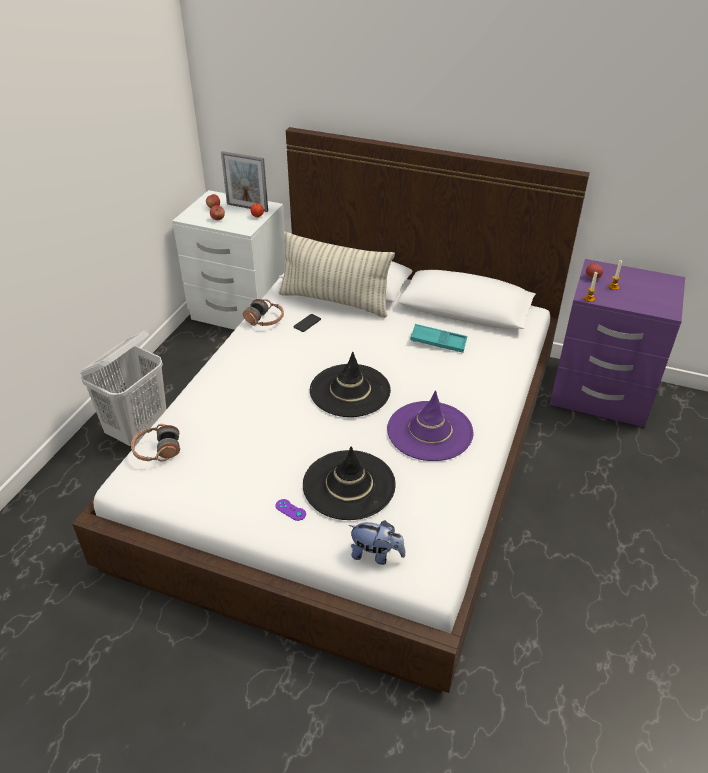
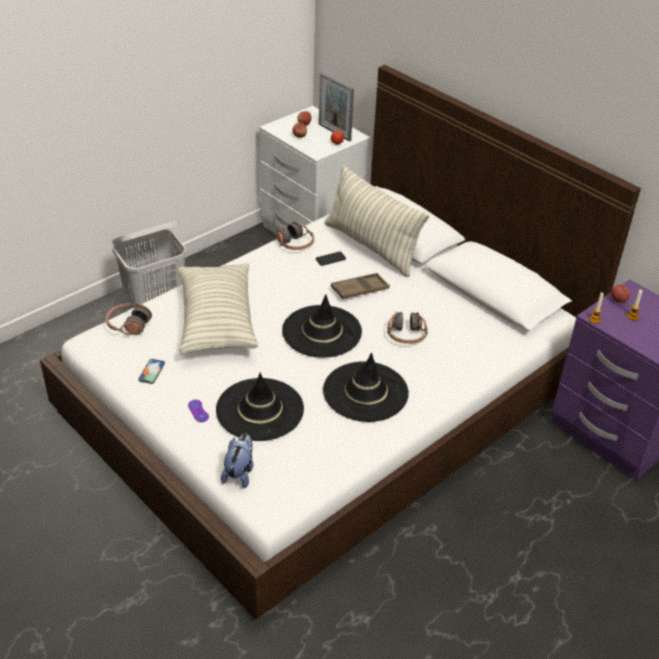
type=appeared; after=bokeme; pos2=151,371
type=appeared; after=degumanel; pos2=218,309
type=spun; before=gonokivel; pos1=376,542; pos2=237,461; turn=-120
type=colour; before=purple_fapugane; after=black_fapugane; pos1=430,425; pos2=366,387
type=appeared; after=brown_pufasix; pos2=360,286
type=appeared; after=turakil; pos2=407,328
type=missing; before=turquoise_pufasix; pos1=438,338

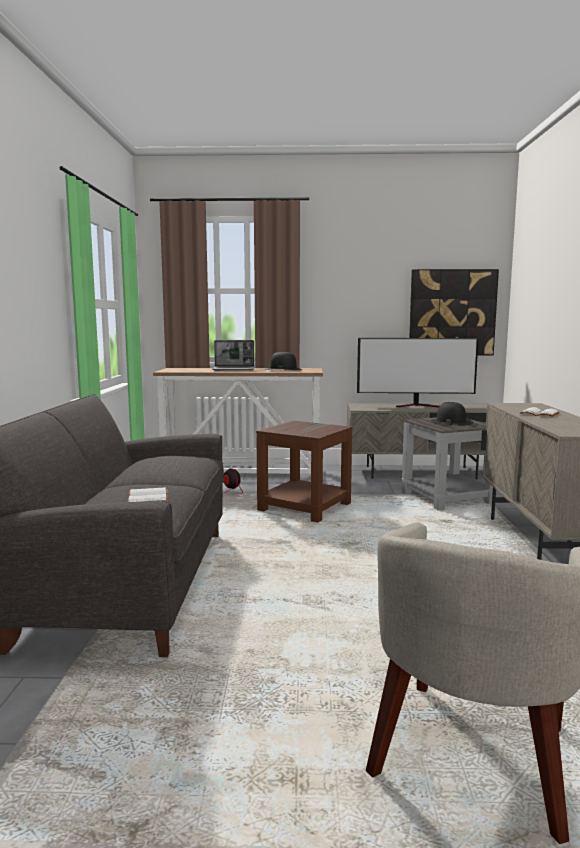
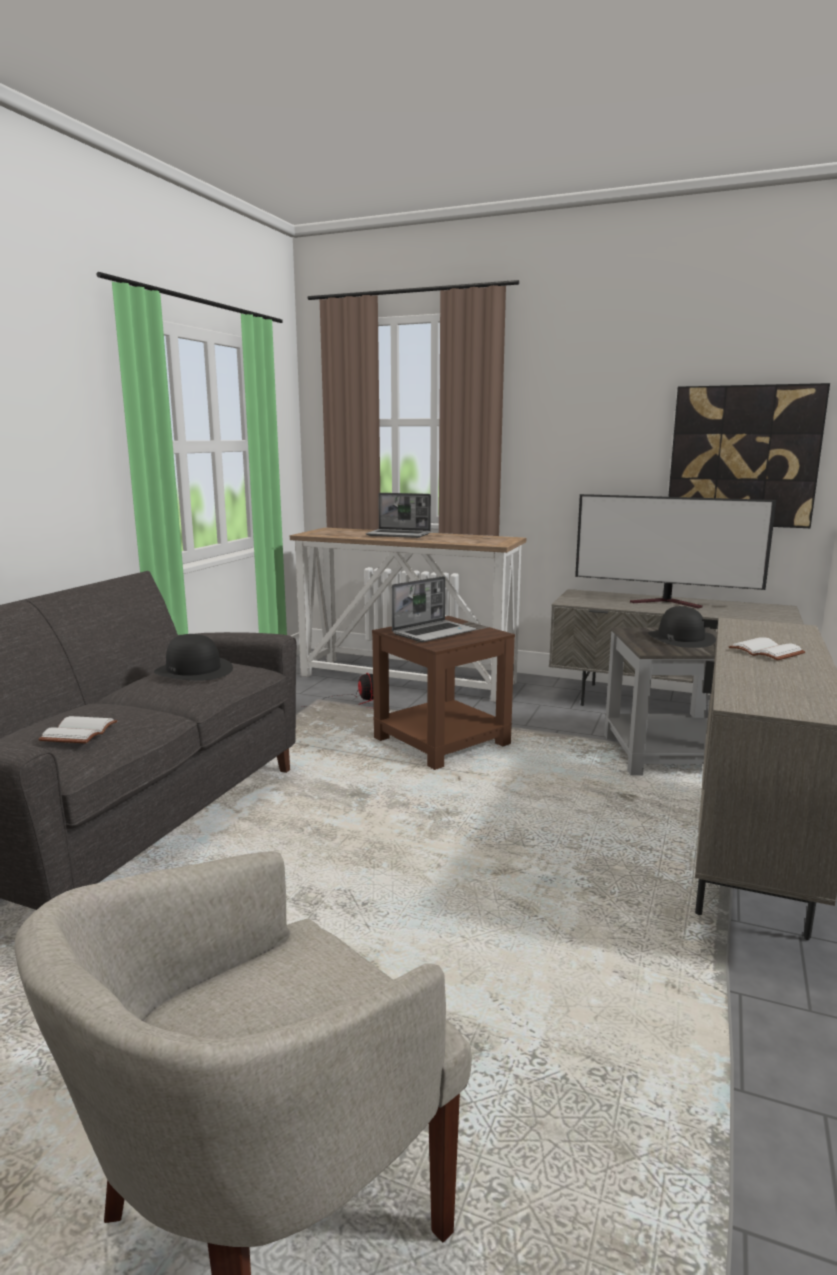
type=relocated; before=black_fapugane; pos1=283,361; pos2=193,657
type=appeared; after=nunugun; pos2=434,609

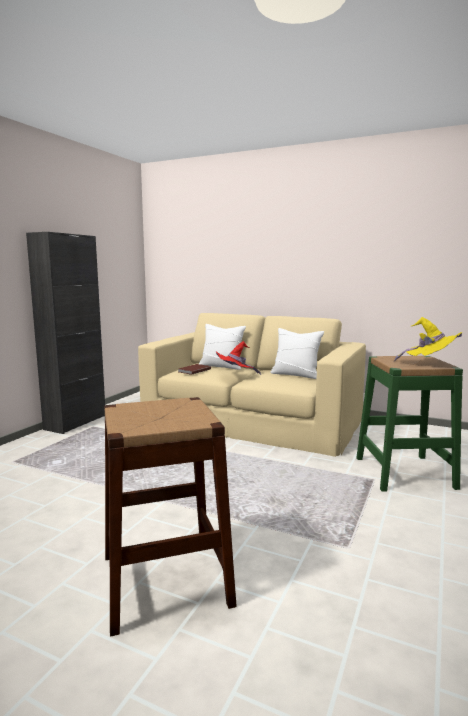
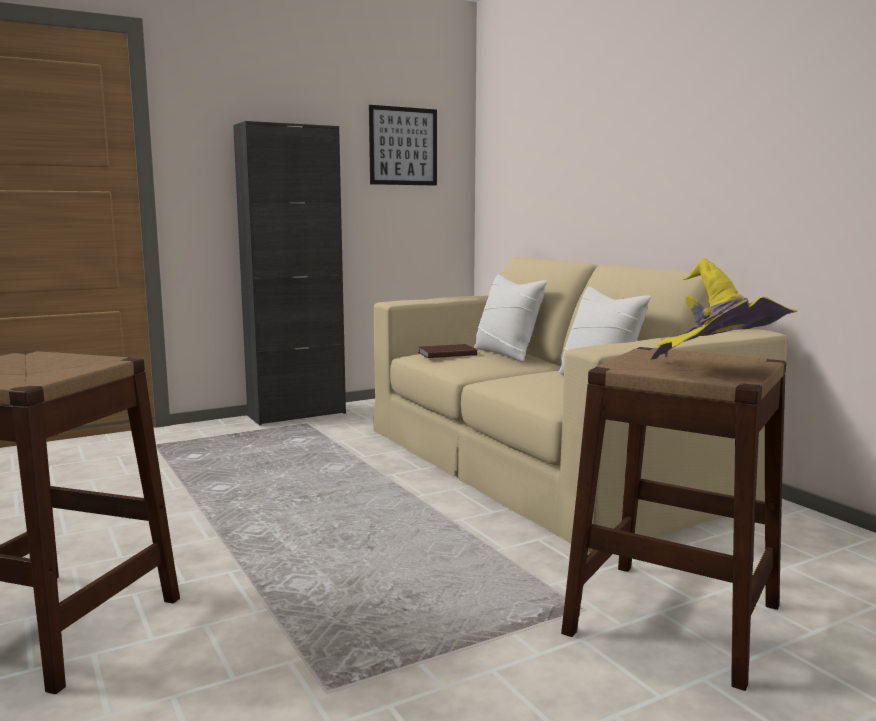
type=appeared; after=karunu; pos2=403,145
type=colour; before=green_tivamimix; after=brown_tivamimix; pos1=409,424; pos2=673,519
type=missing; before=red_fapugane; pos1=238,358

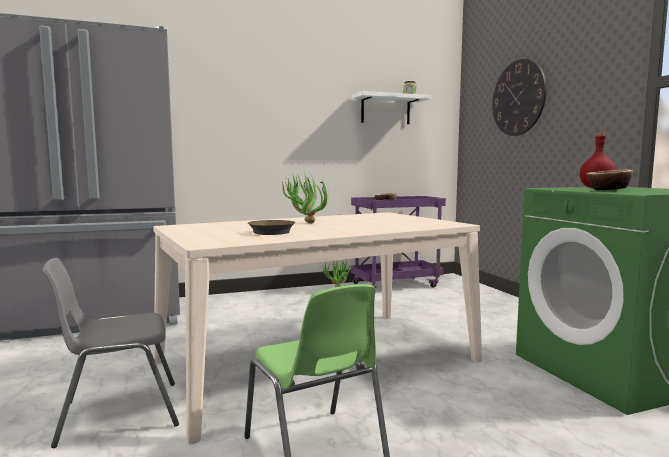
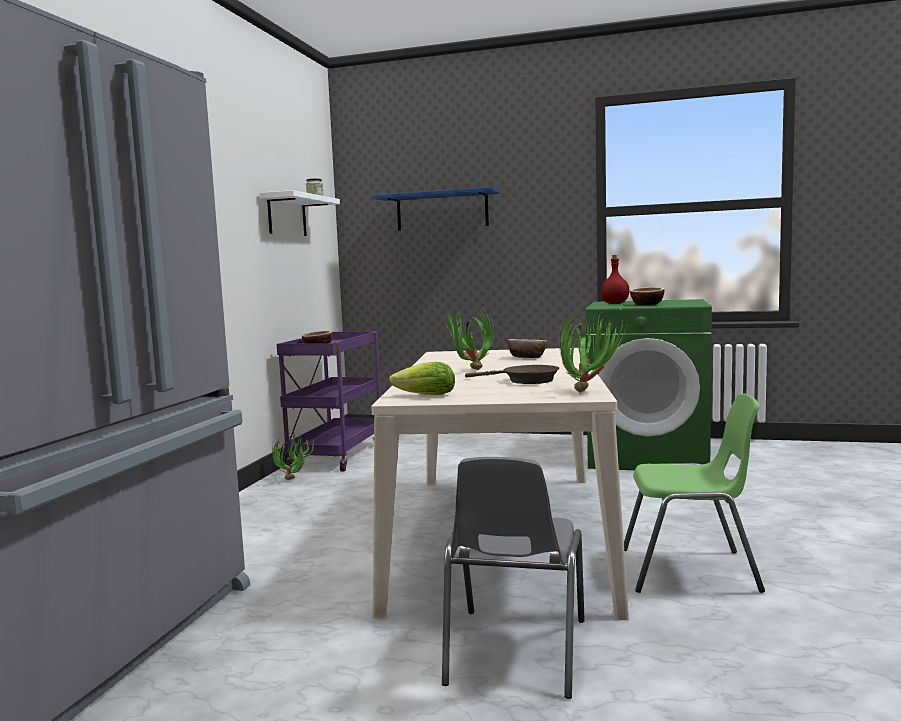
type=exchanged; before=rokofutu; after=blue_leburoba; pos1=519,97; pos2=436,209
type=appeared; after=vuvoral; pos2=422,378
type=appeared; after=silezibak; pos2=527,348
type=appeared; after=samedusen; pos2=593,353

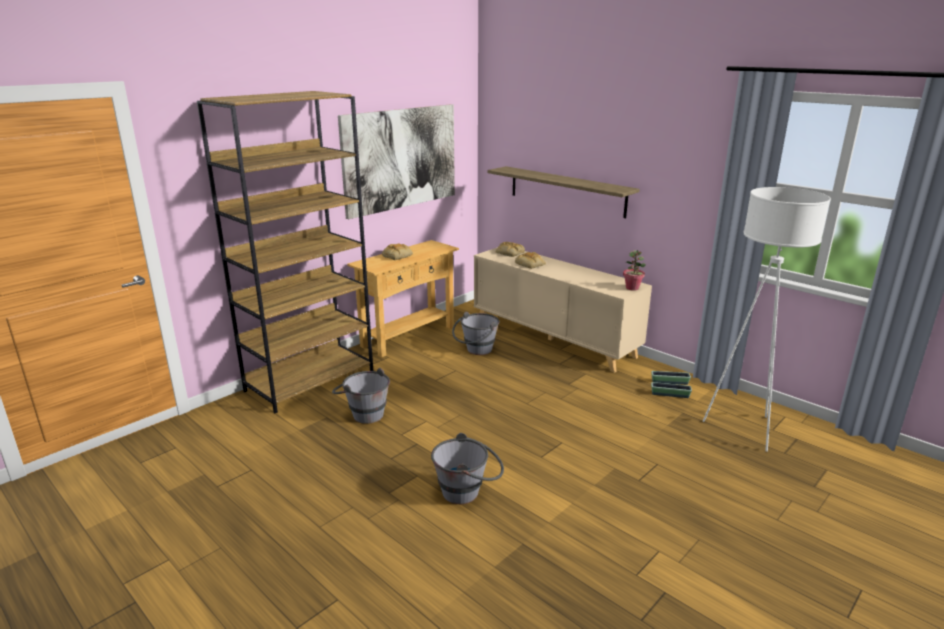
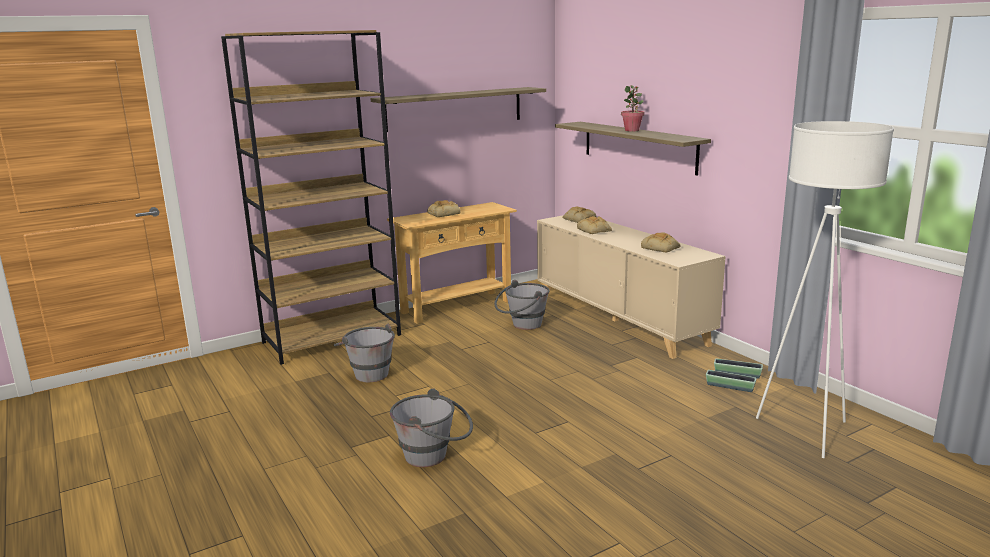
type=exchanged; before=karunu; after=leburoba; pos1=396,161; pos2=458,109
type=relocated; before=samedusen; pos1=634,270; pos2=633,108
type=appeared; after=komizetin; pos2=660,242

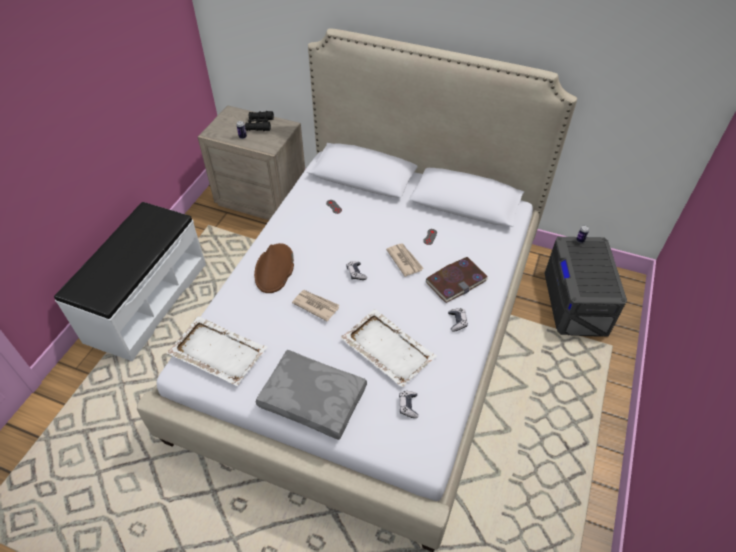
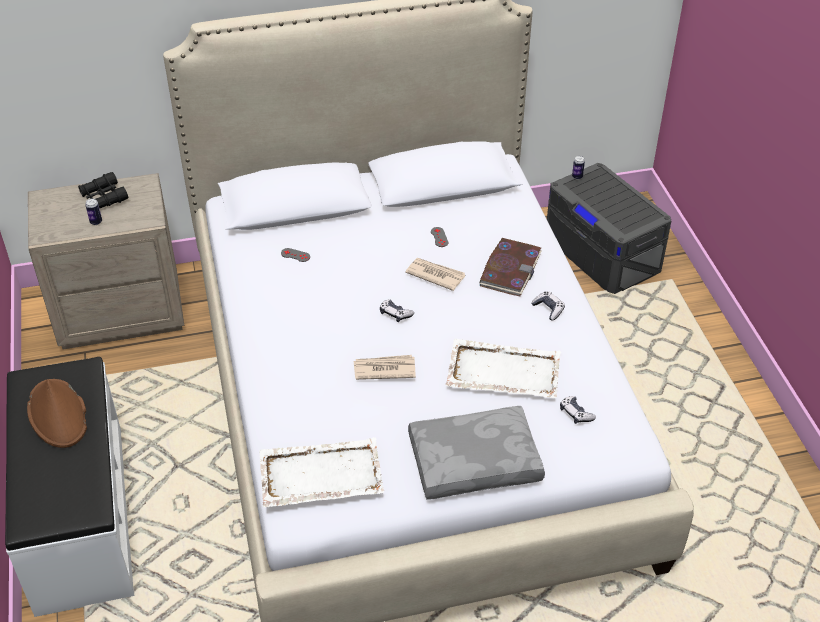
type=relocated; before=brown_fapugane; pos1=274,268; pos2=57,413

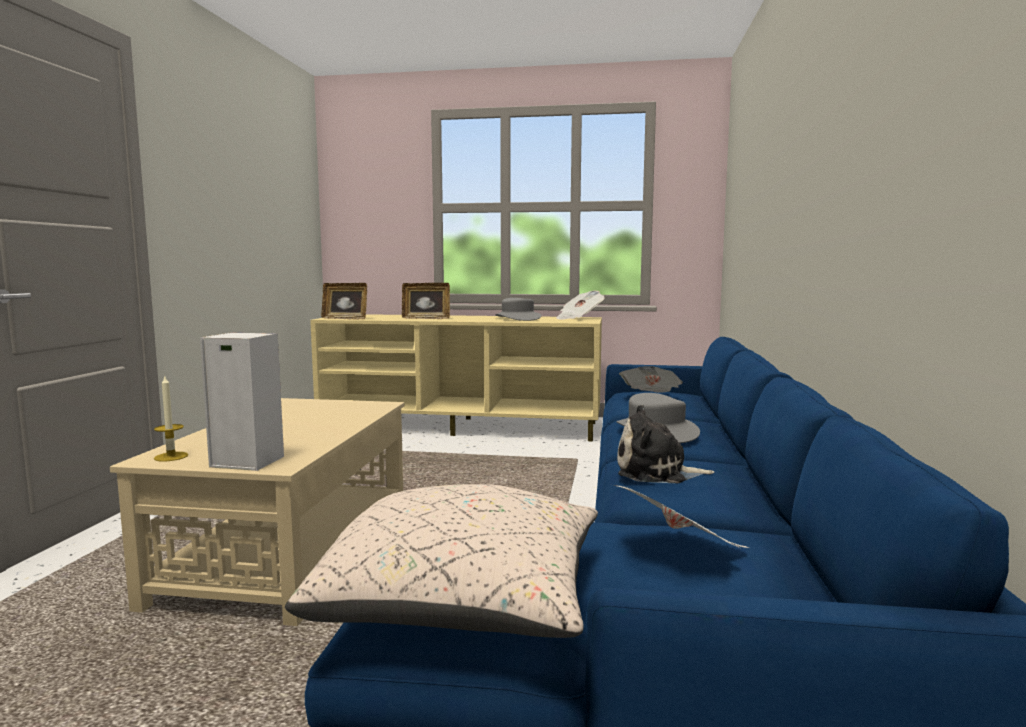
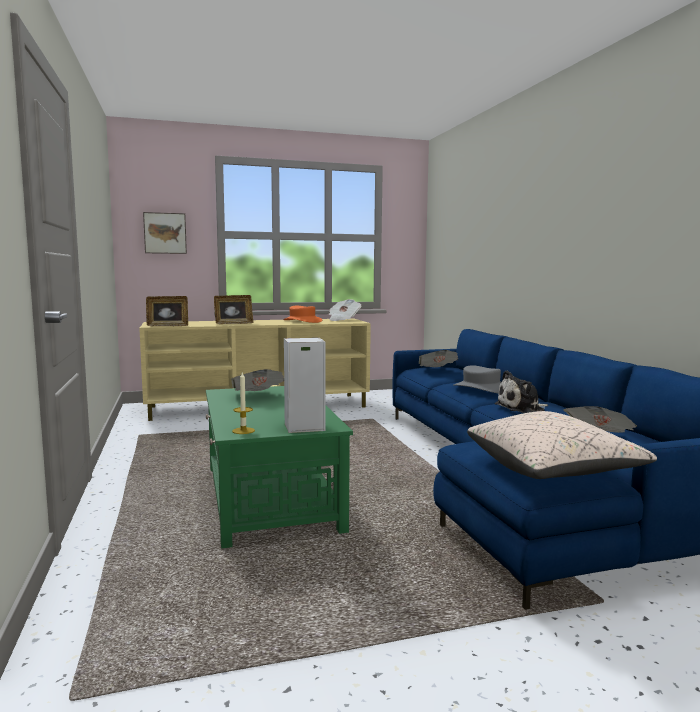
type=appeared; after=karunu; pos2=165,233
type=colour; before=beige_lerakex; after=green_lerakex; pos1=257,512; pos2=279,467
type=appeared; after=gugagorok; pos2=257,380
type=colour; before=grey_fapugane; after=orange_fapugane; pos1=518,309; pos2=302,314

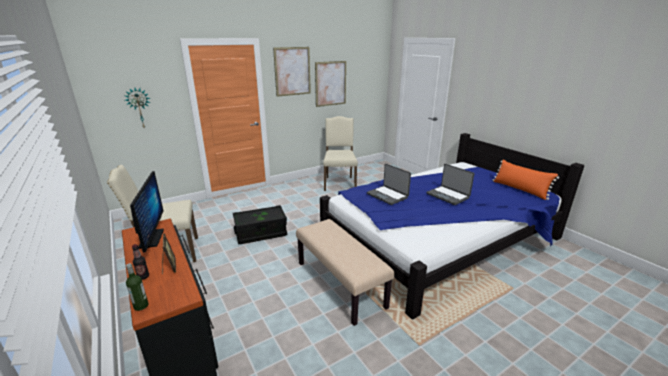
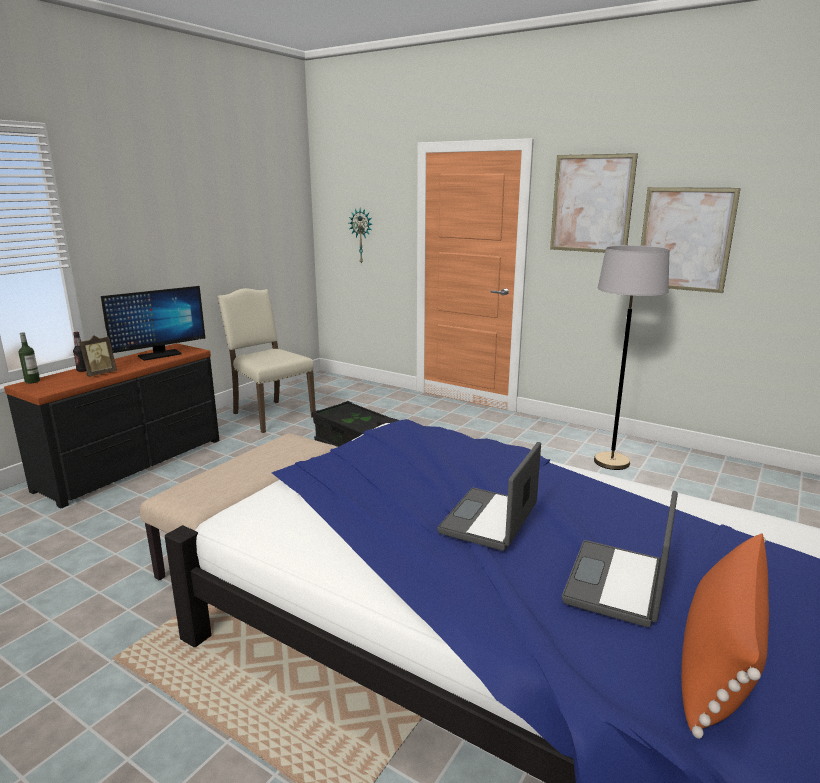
type=relocated; before=nunugun; pos1=389,184; pos2=620,559
type=exchanged; before=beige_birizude; after=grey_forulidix; pos1=340,153; pos2=632,357

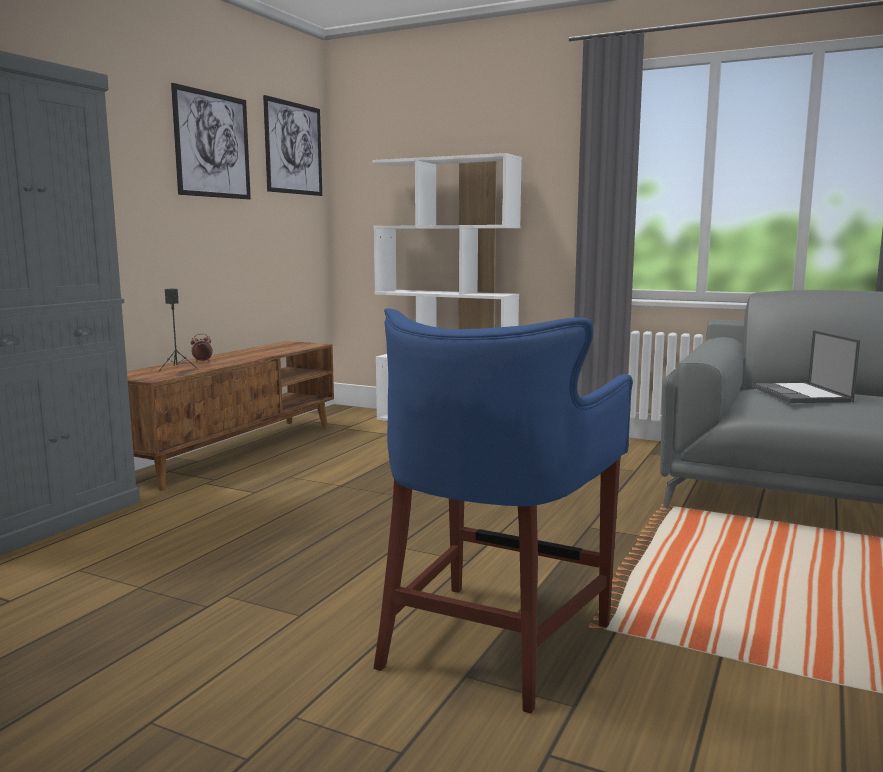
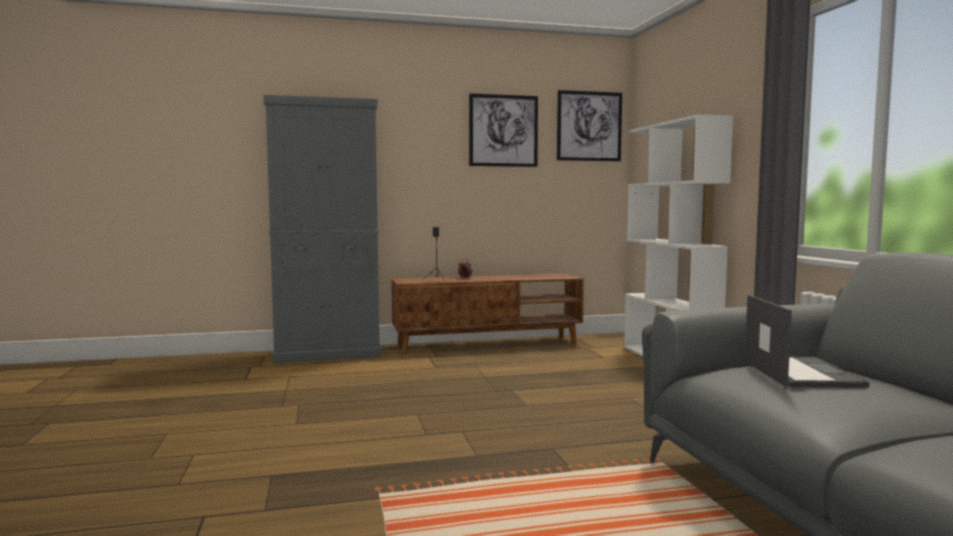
type=spun; before=nunugun; pos1=805,366; pos2=807,341; turn=135
type=missing; before=blue_tivamimix; pos1=503,511

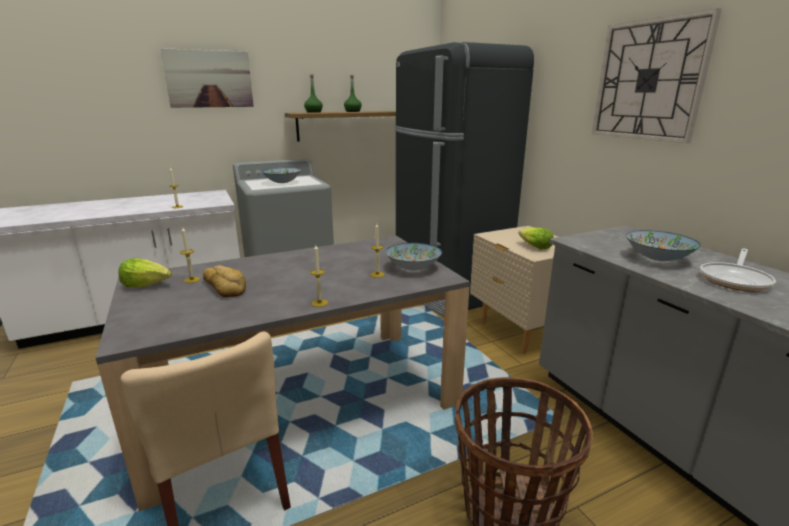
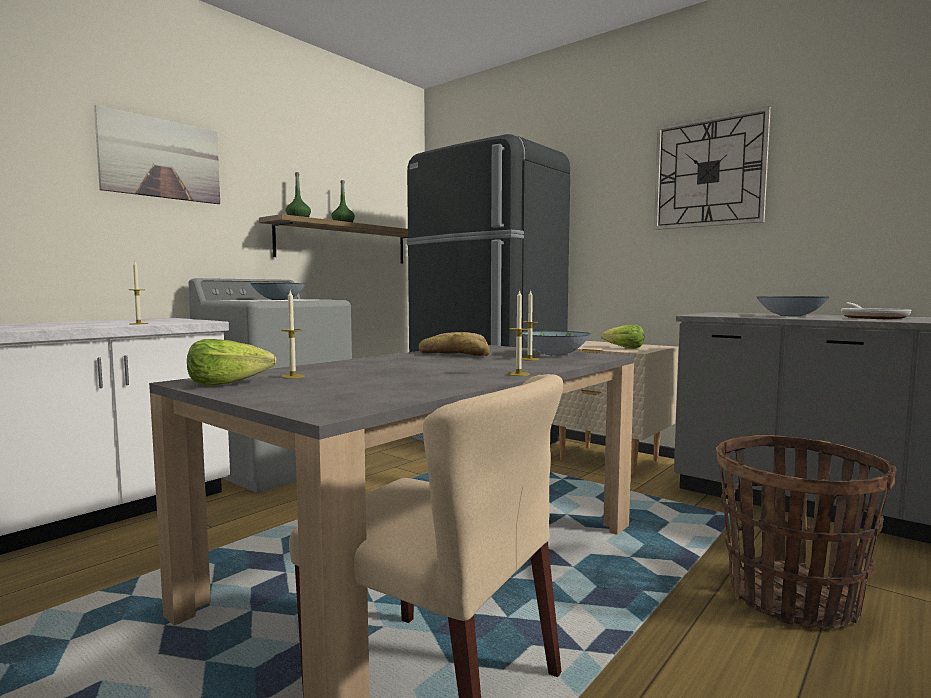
type=relocated; before=komizetin; pos1=224,281; pos2=454,344

